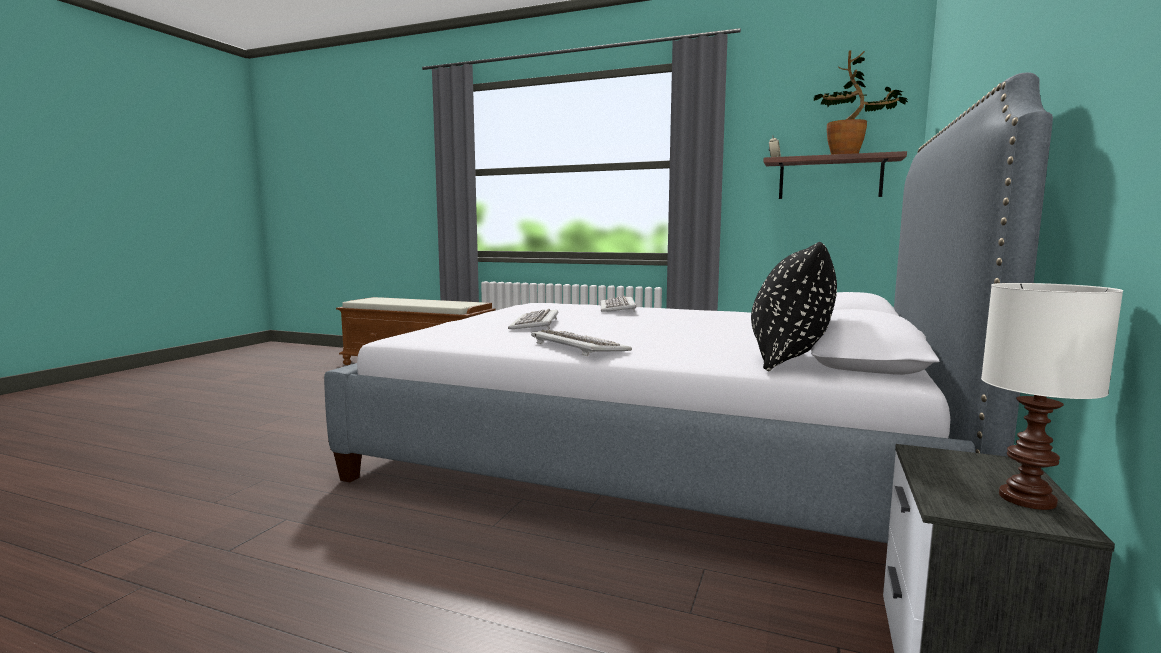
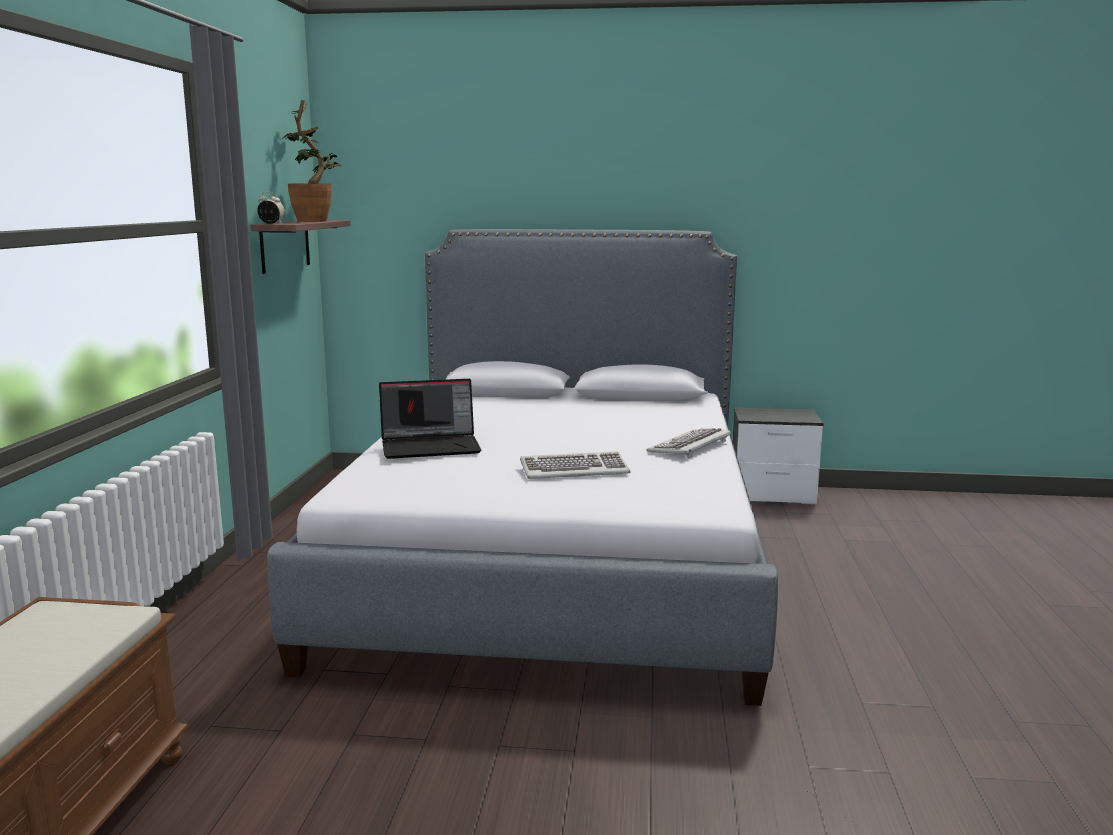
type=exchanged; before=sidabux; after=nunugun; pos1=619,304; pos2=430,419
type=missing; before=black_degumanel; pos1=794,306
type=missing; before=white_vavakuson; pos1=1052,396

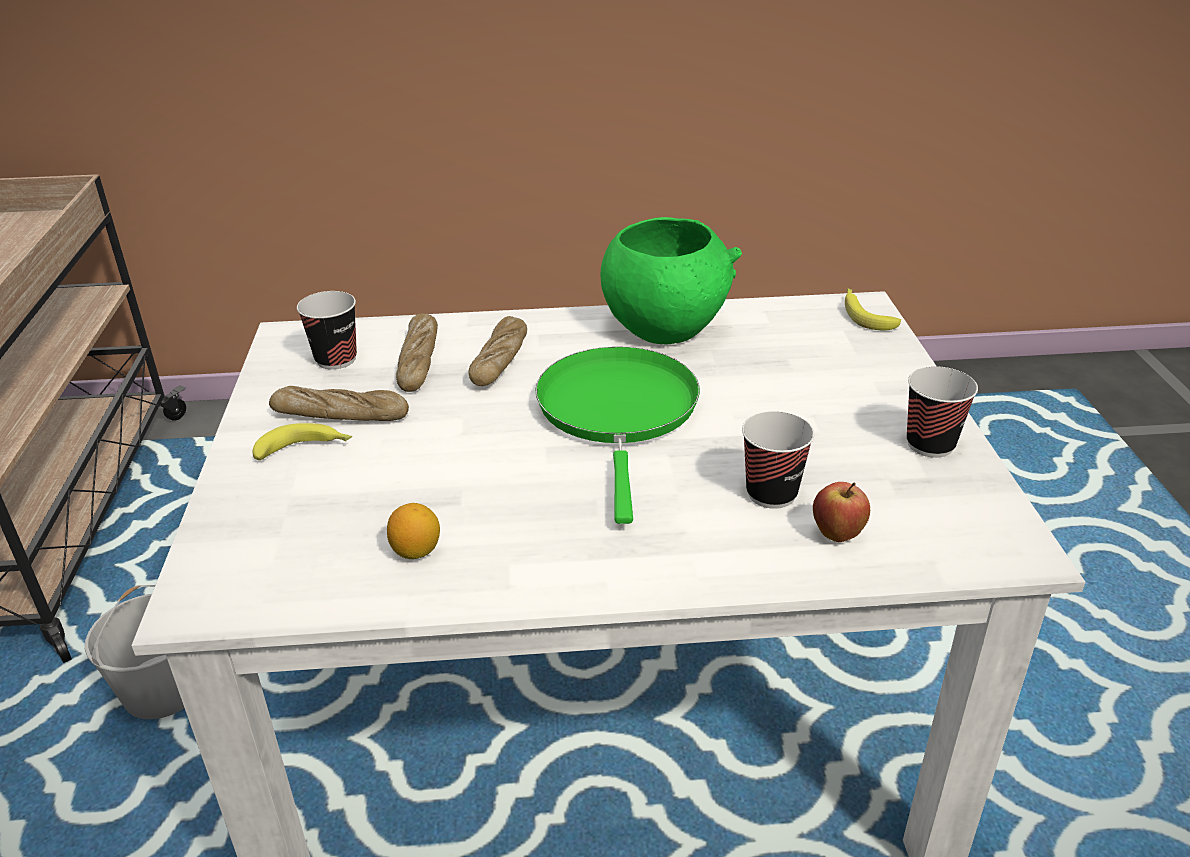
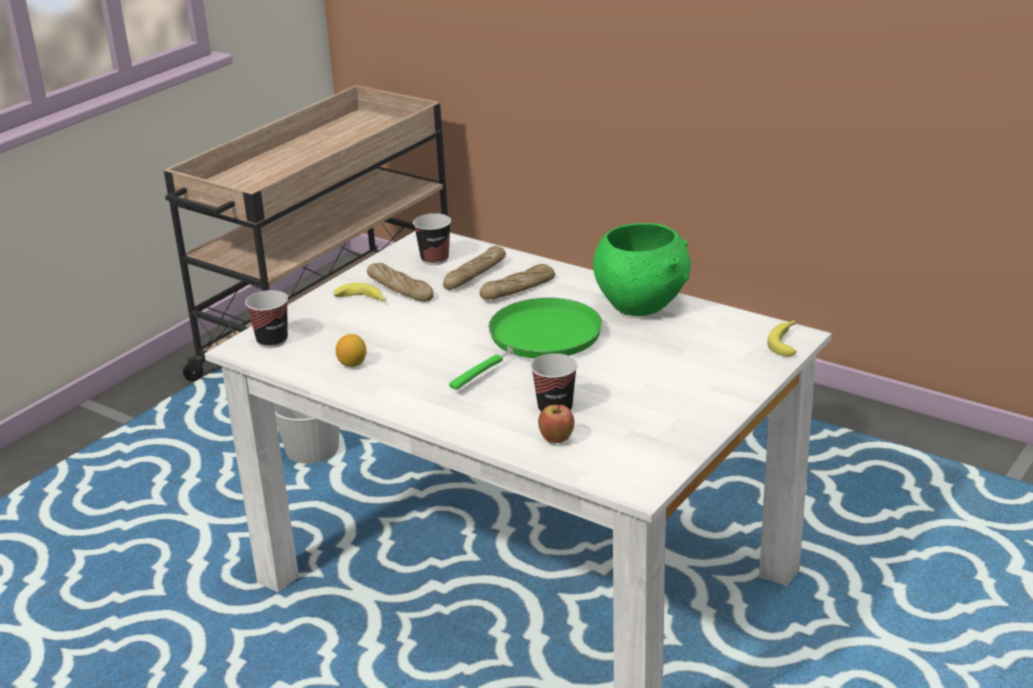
type=relocated; before=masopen; pos1=942,412; pos2=266,319

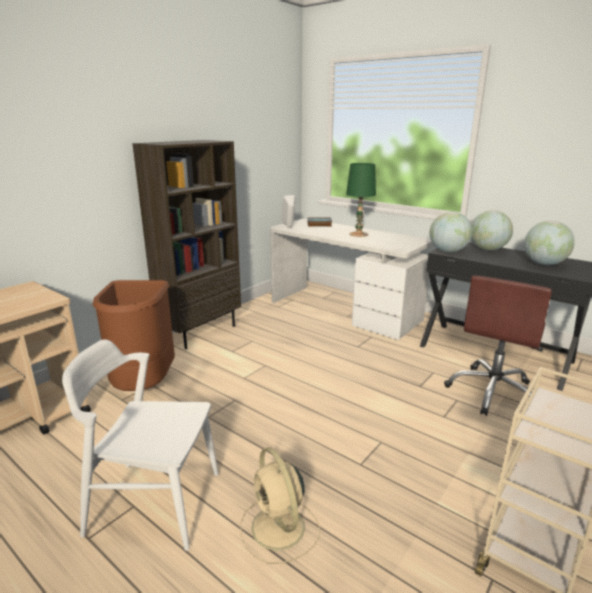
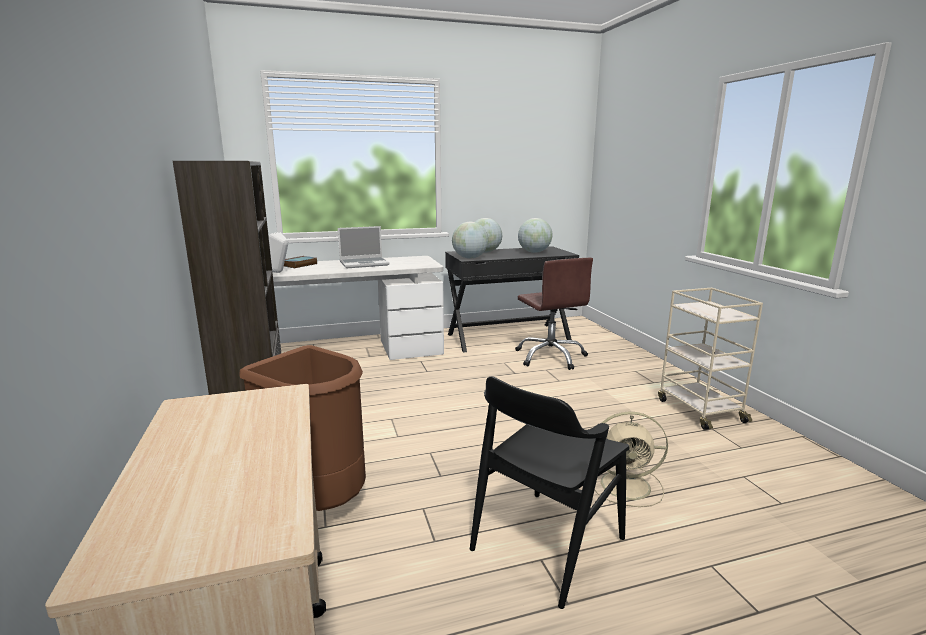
type=exchanged; before=green_vavakuson; after=nunugun; pos1=361,200; pos2=364,247
type=colour; before=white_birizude; after=black_birizude; pos1=140,445; pos2=550,492

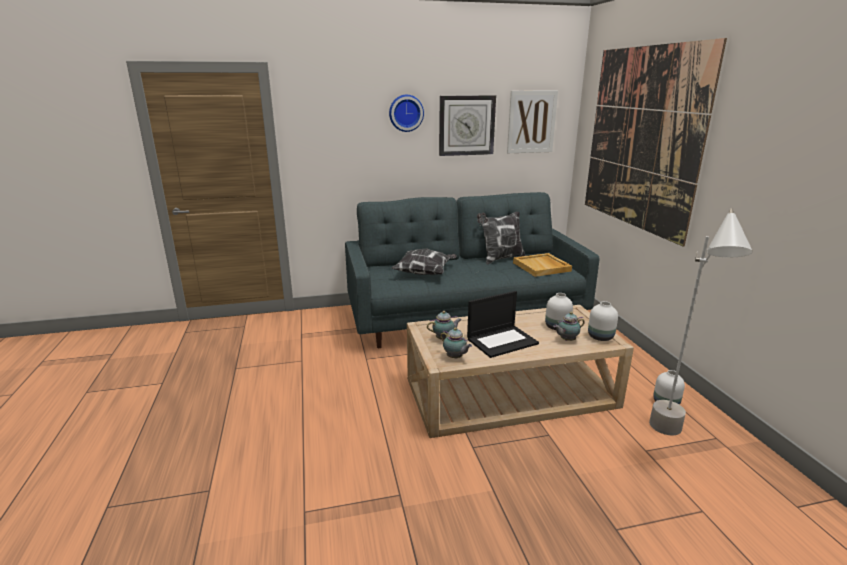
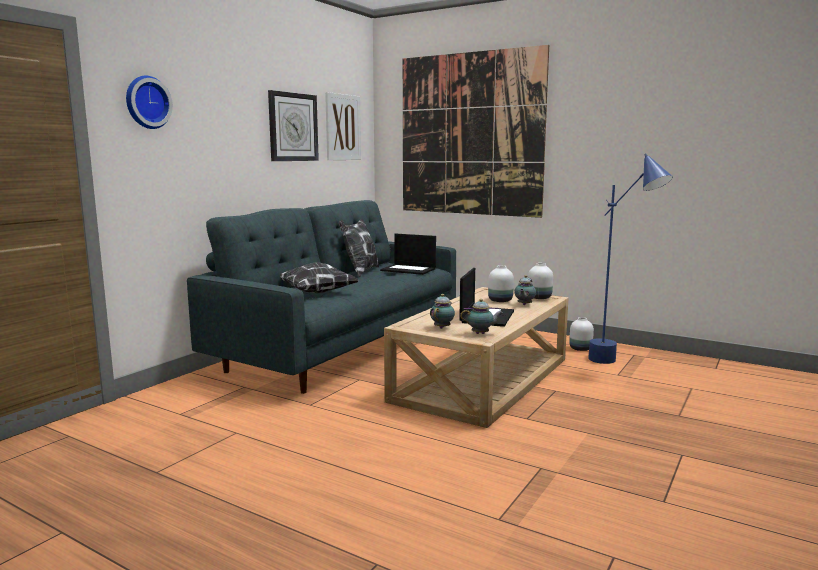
type=relocated; before=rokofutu; pos1=406,113; pos2=149,102
type=exchanged; before=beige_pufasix; after=nunugun; pos1=542,265; pos2=408,254
type=colour; before=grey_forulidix; after=blue_forulidix; pos1=701,321; pos2=630,258

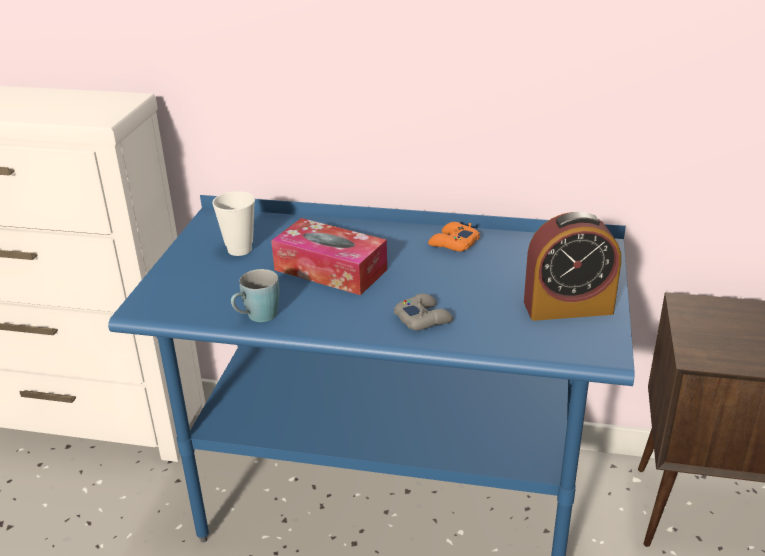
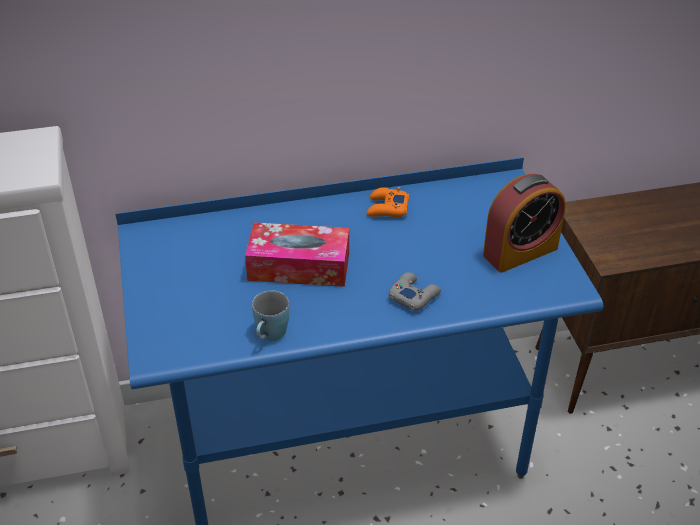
type=missing; before=masopen; pos1=233,223

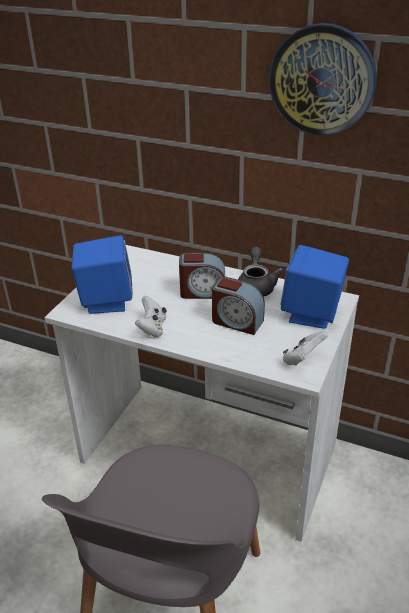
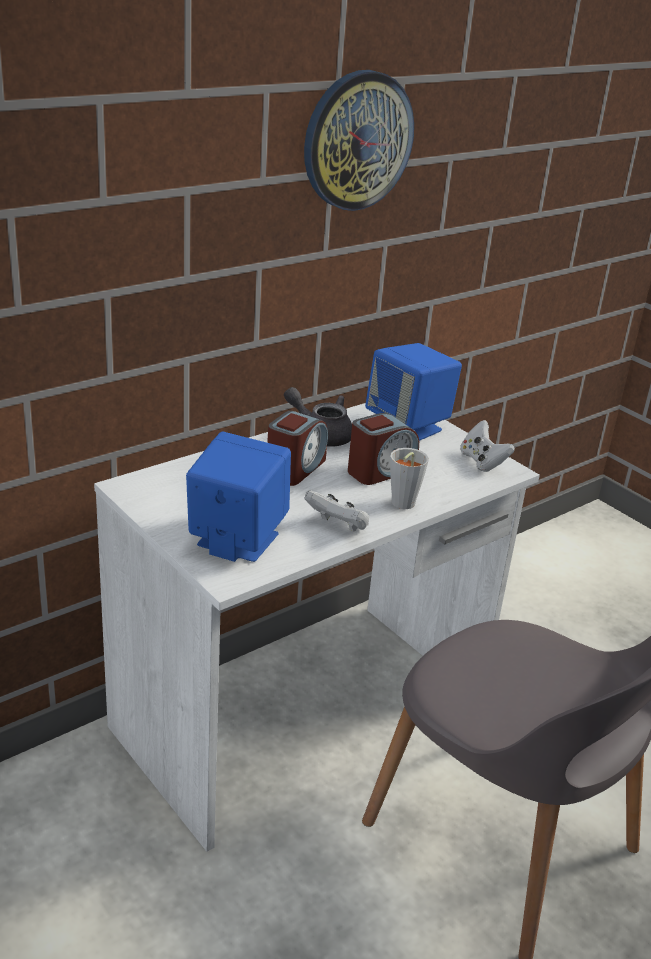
type=appeared; after=grey_masopen; pos2=409,478

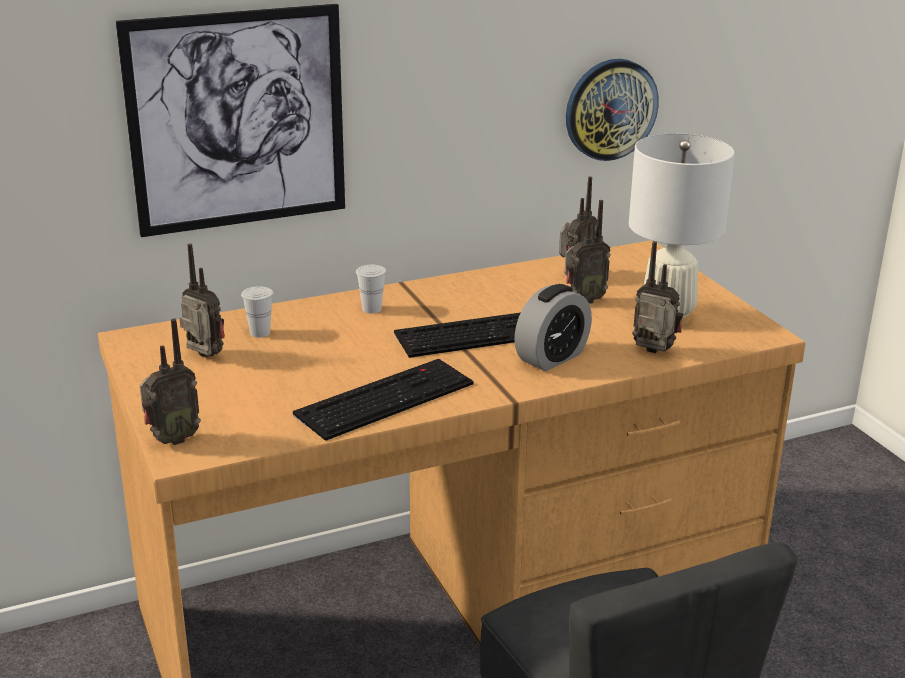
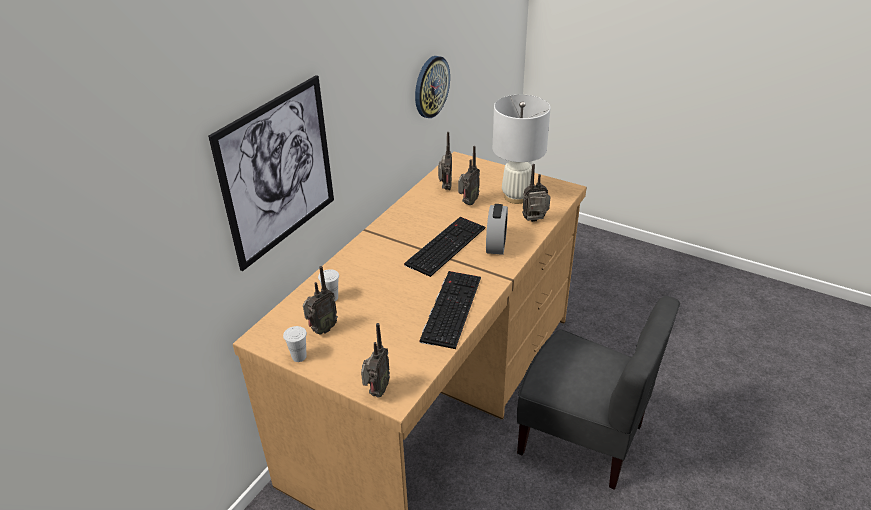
type=relocated; before=white_masopen; pos1=371,289; pos2=295,344
type=spun; before=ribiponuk; pos1=202,301; pos2=320,300; turn=135

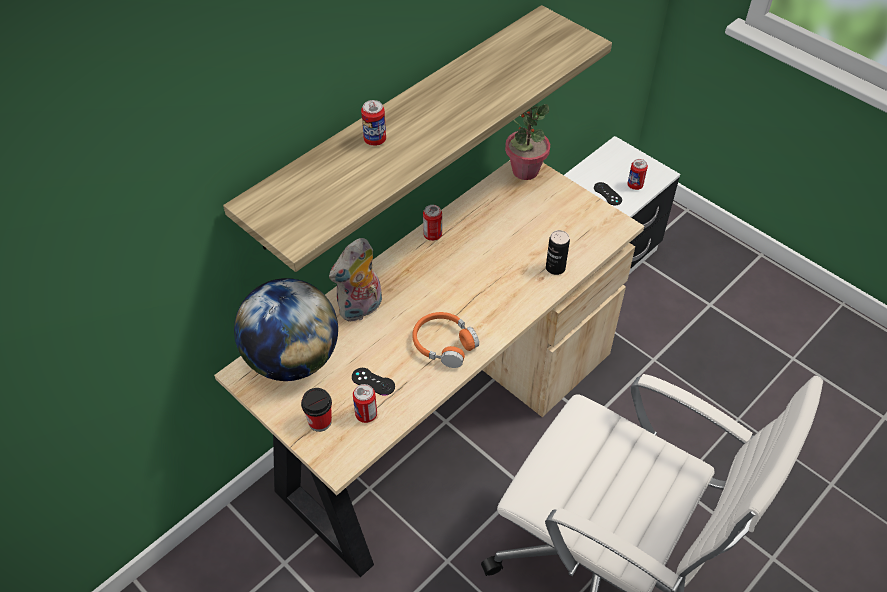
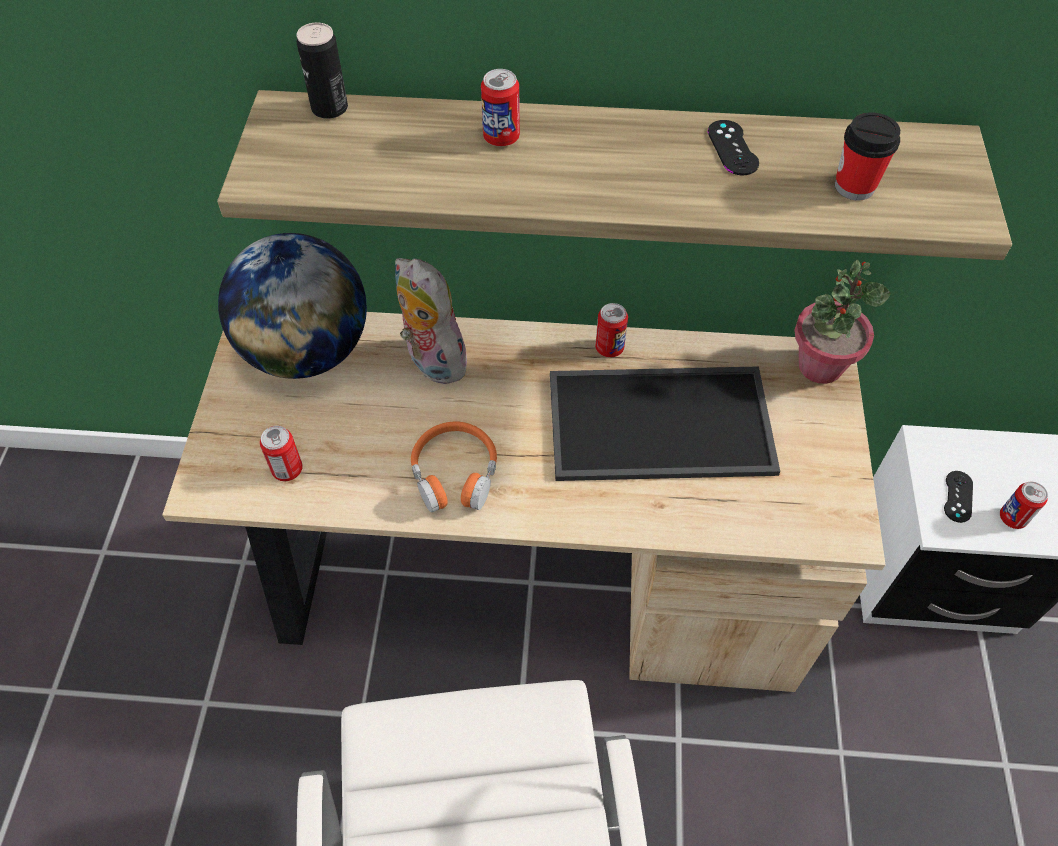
type=relocated; before=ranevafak; pos1=558,252; pos2=322,71
type=spun; before=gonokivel; pos1=355,279; pos2=433,321; turn=45
type=appeared; after=pufasix; pos2=665,423
type=relocated; before=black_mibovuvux; pos1=373,382; pos2=733,148
type=relocated; before=masopen; pos1=316,410; pos2=867,156

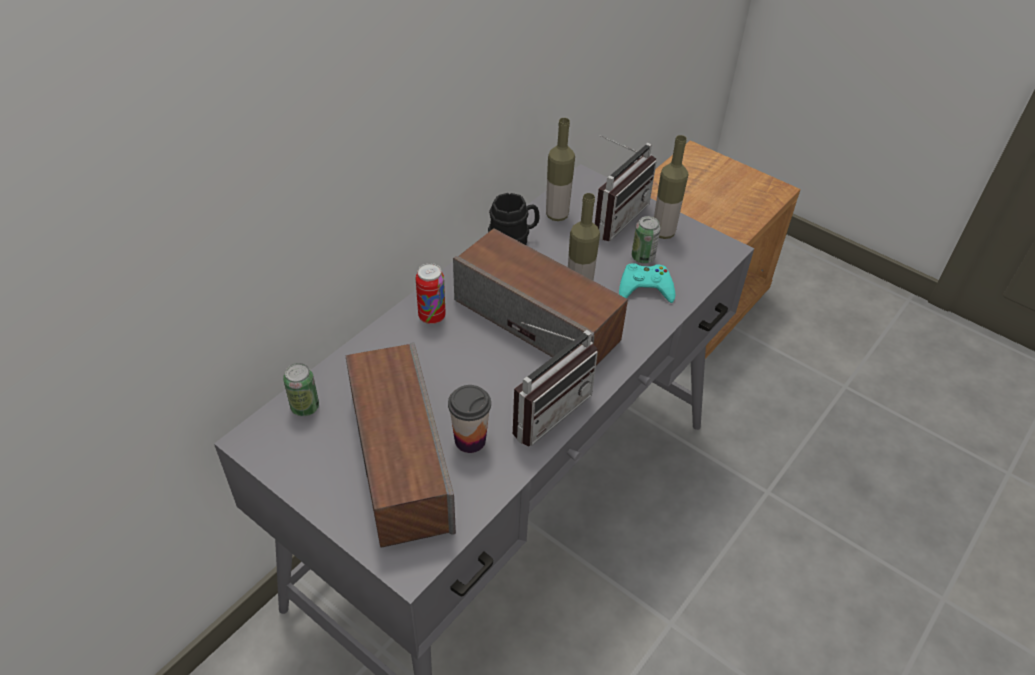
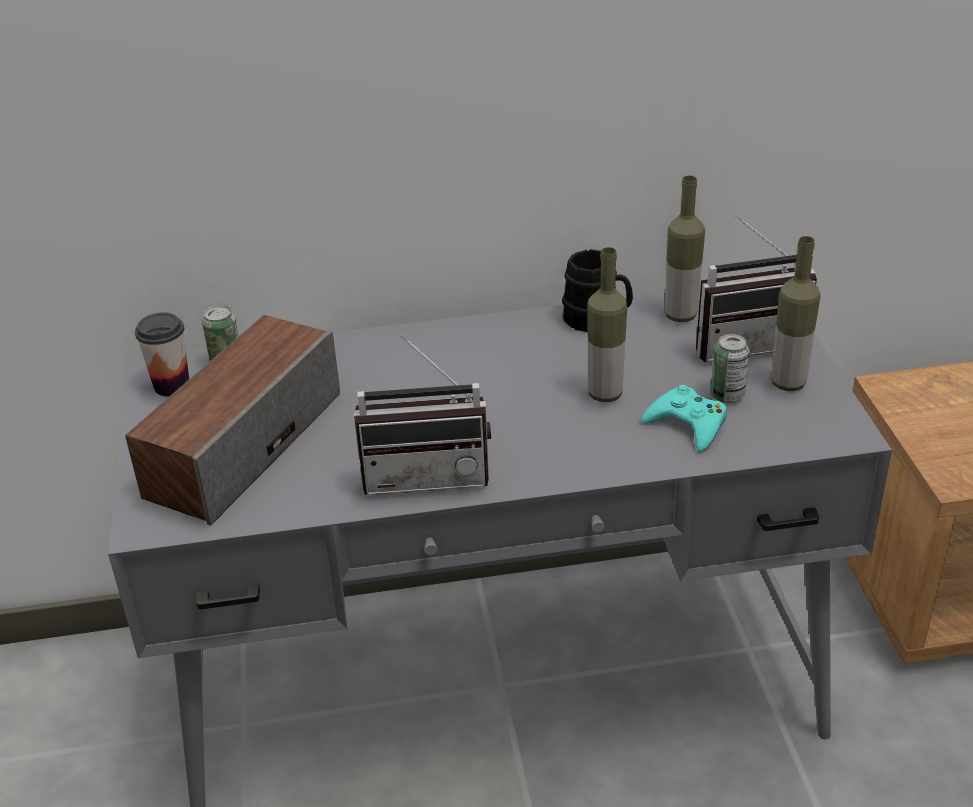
type=relocated; before=masopen; pos1=469,419; pos2=162,354
type=missing; before=ranevafak; pos1=431,293
type=missing; before=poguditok; pos1=540,297

